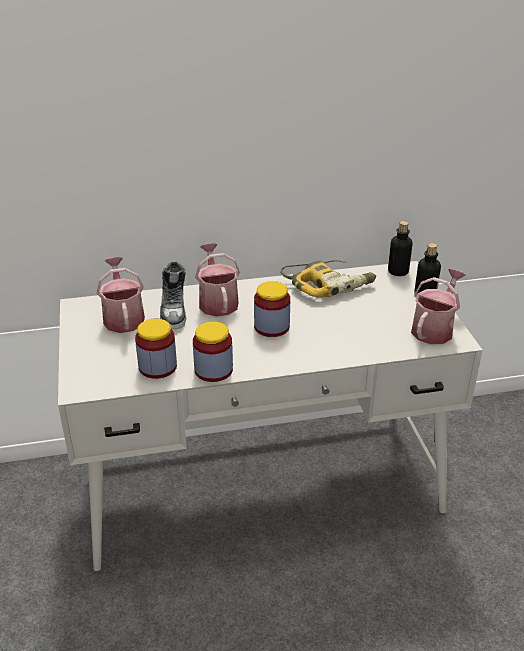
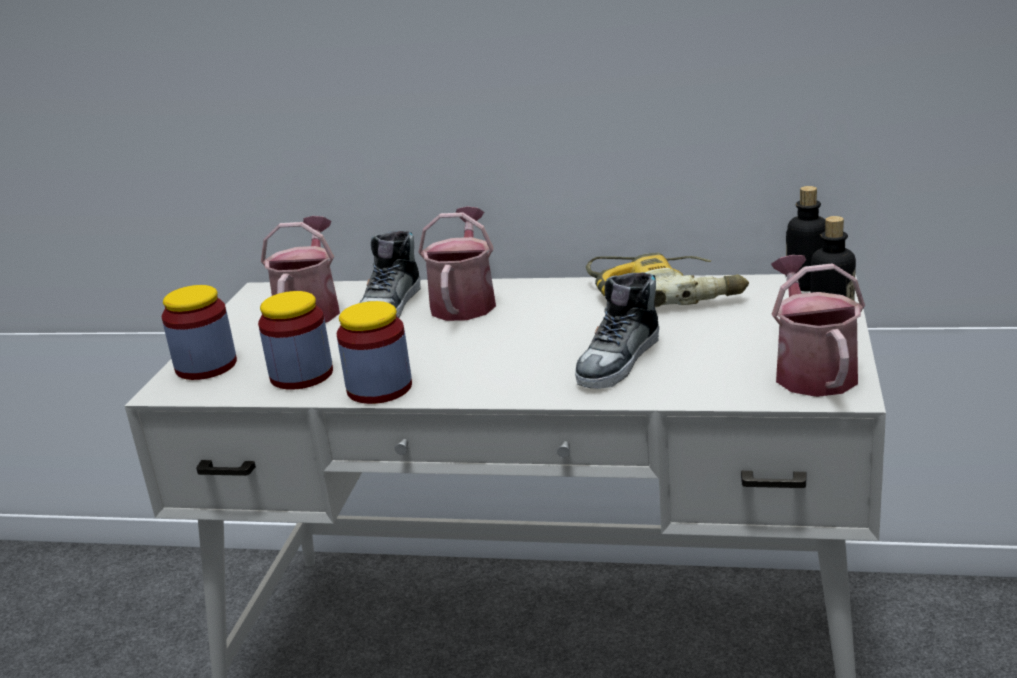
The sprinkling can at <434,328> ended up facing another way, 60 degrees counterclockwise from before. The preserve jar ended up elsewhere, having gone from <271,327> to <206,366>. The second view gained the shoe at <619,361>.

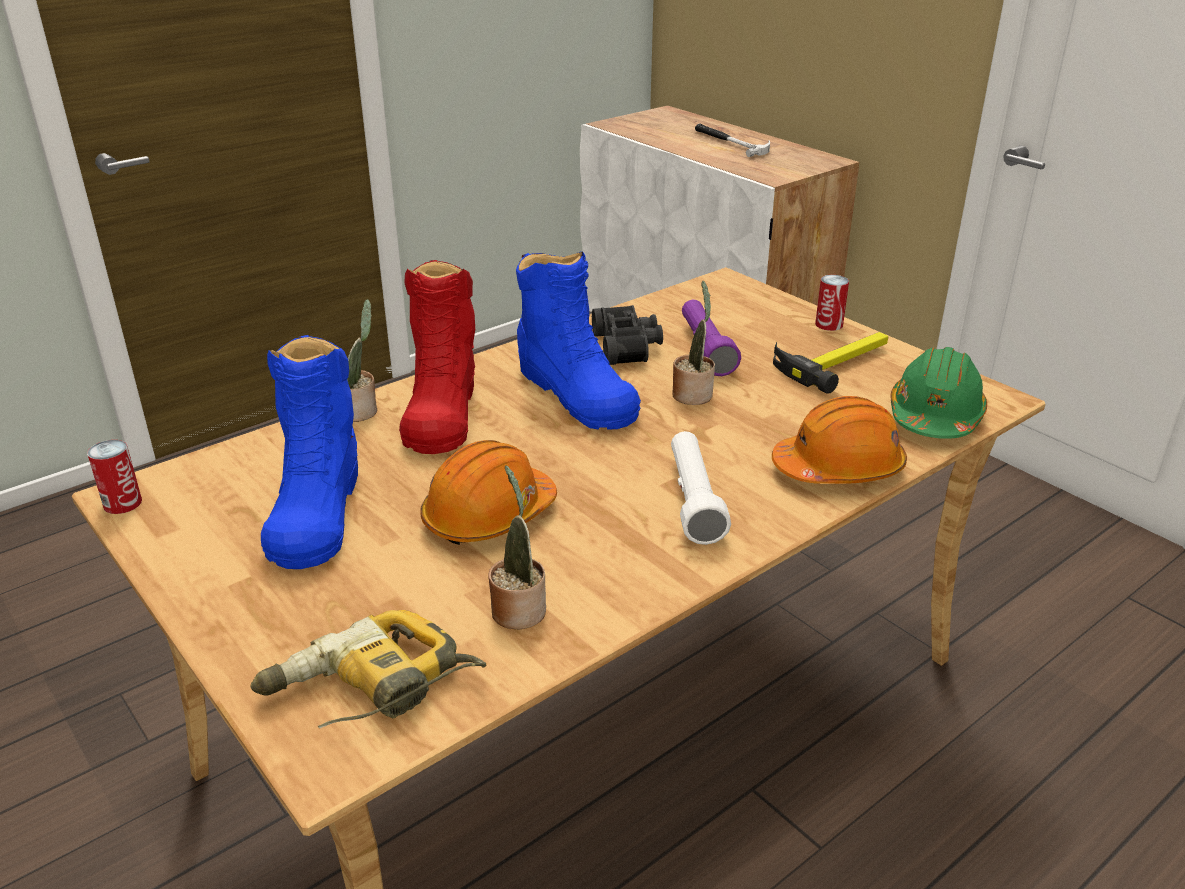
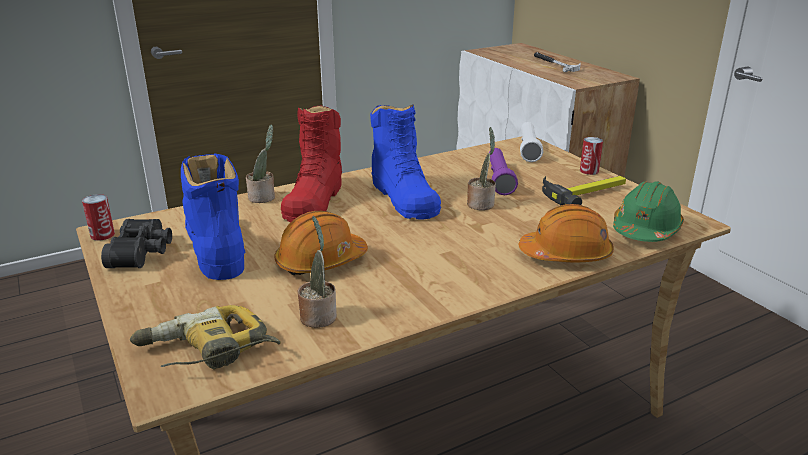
The black-coloured pair of binoculars ended up elsewhere, having gone from <628,346> to <143,253>. The blue-coloured high-top boot at <317,508> ended up facing another way, 150 degrees clockwise from before. The whitish flashlight ended up elsewhere, having gone from <693,500> to <528,149>.

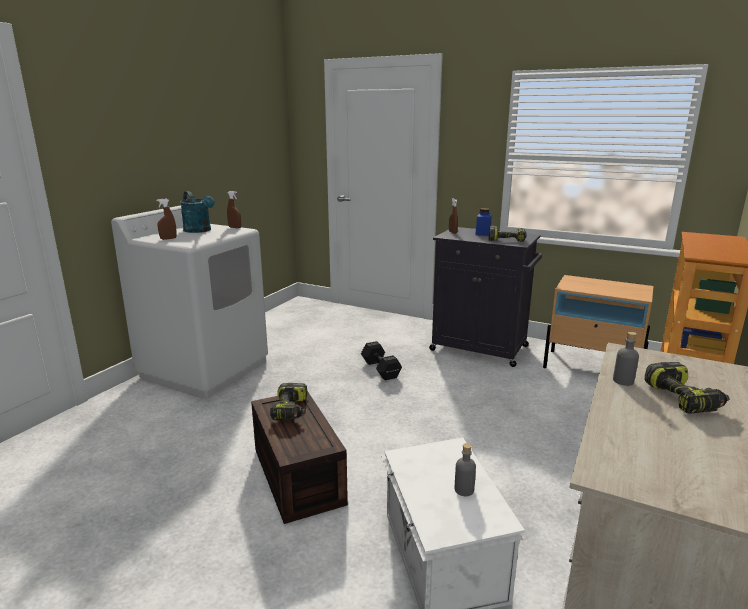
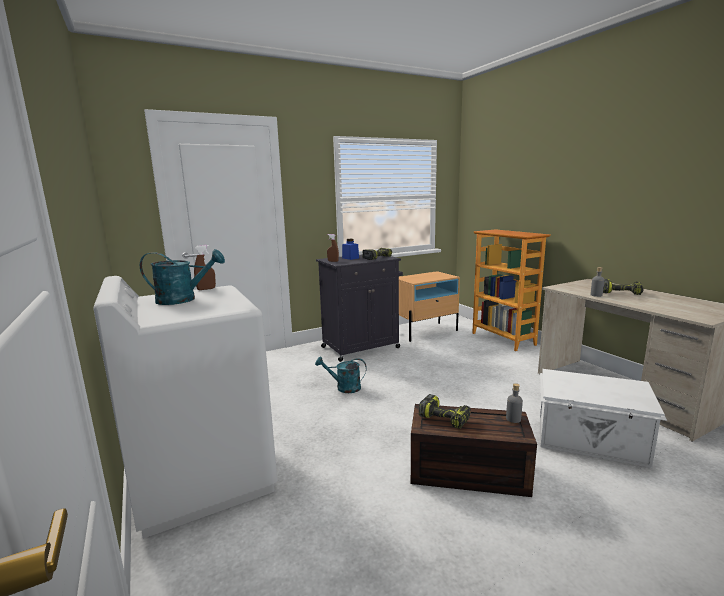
The second view lost the brown spray bottle at <168,238>. Where the black-coloured dumbbell stood at <380,370>, the blue-green sprinkling can came to stand at <344,387>. The greyish beverage bottle ended up elsewhere, having gone from <464,490> to <513,419>.

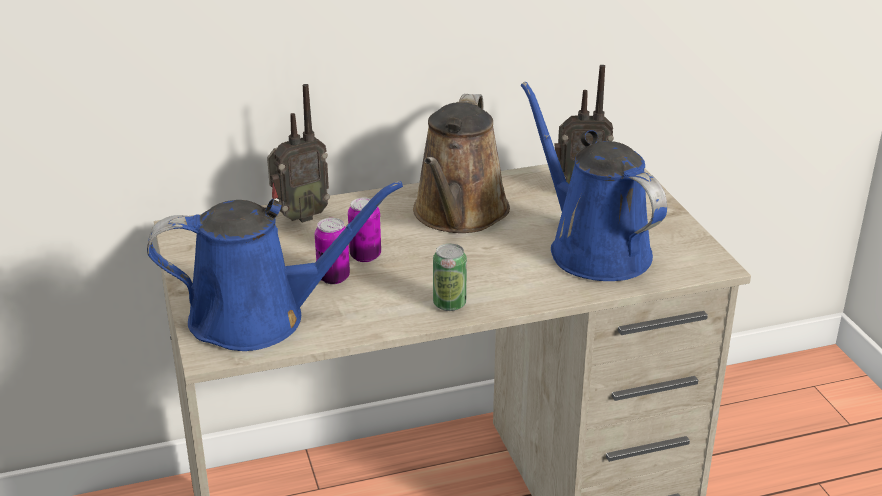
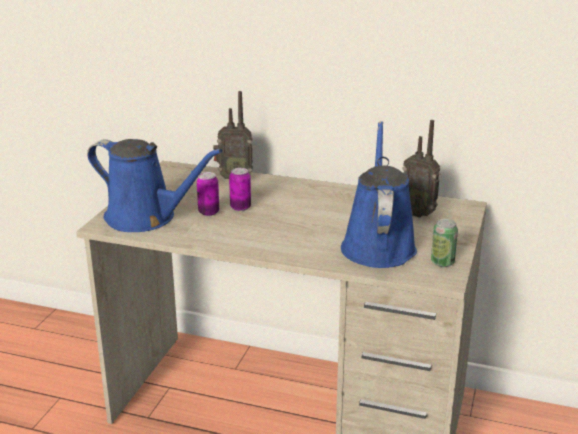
The second view lost the brown sprinkling can at <459,215>. The can ended up elsewhere, having gone from <449,304> to <442,262>.

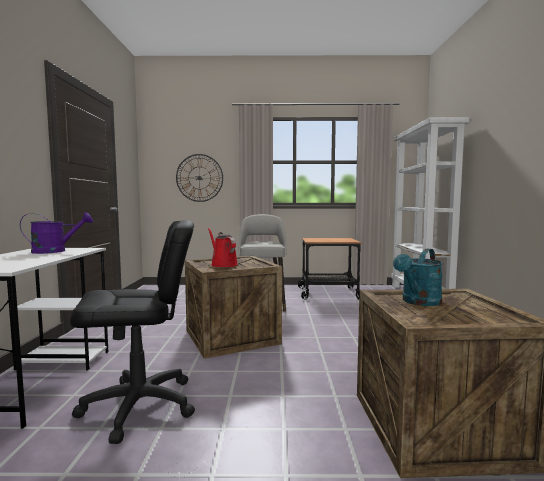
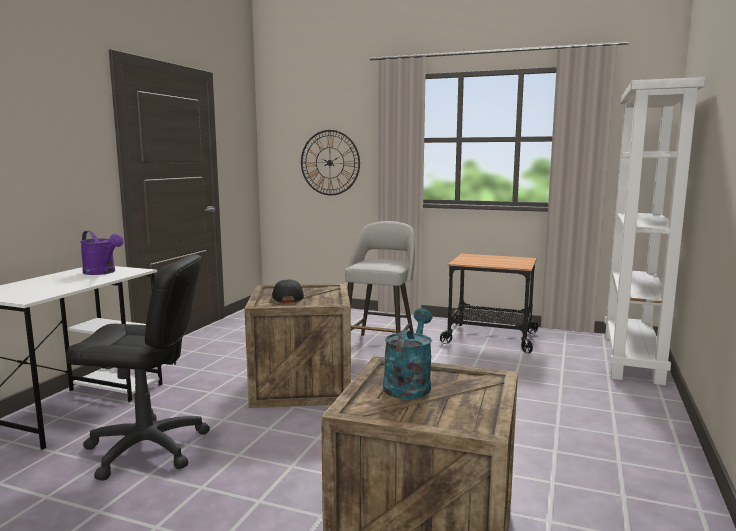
The purple-coloured sprinkling can at <55,251> ended up facing another way, 45 degrees clockwise from before. Where the red-coloured sprinkling can stood at <223,264>, the cap came to stand at <287,296>. The blue-green sprinkling can at <418,302> ended up facing another way, 135 degrees clockwise from before.

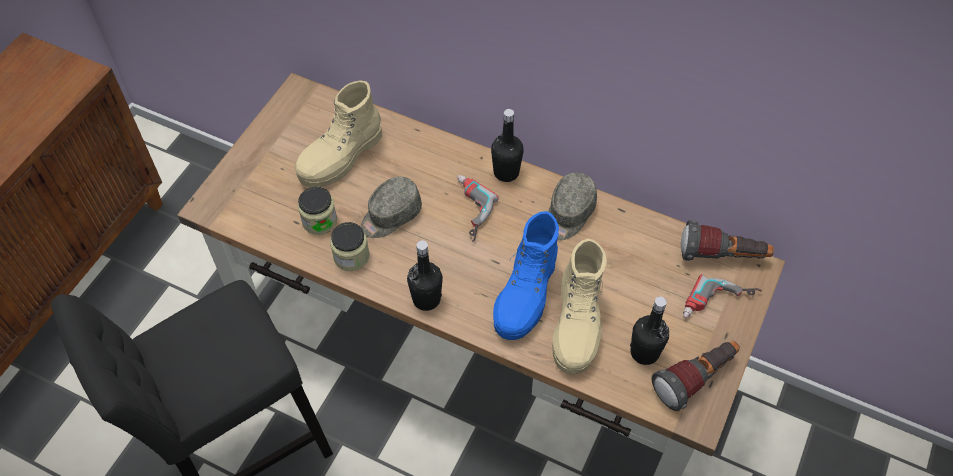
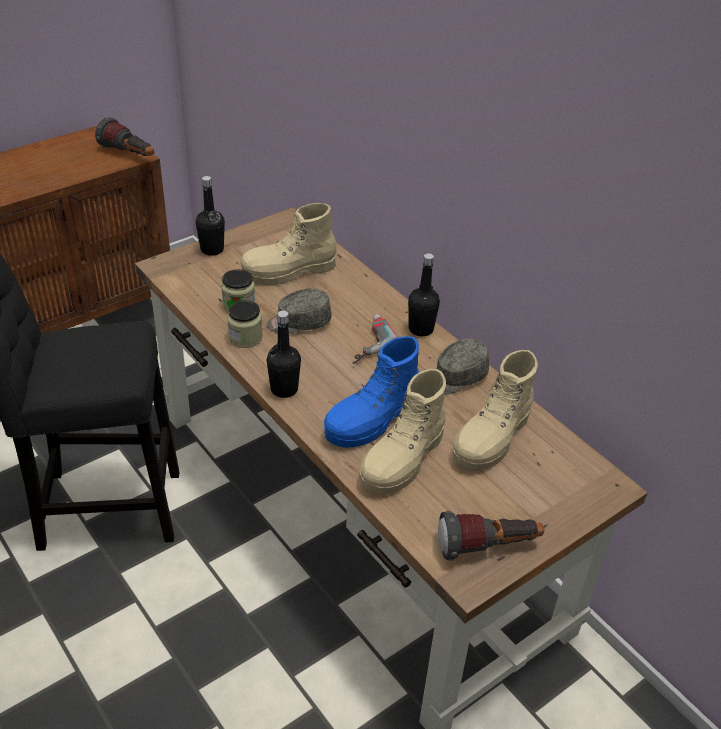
The flashlight ended up elsewhere, having gone from <722,256> to <129,155>. The second view lost the power drill at <719,306>. The black-coloured beverage bottle ended up elsewhere, having gone from <644,352> to <212,249>. The second view gained the beige high-top boot at <491,439>.

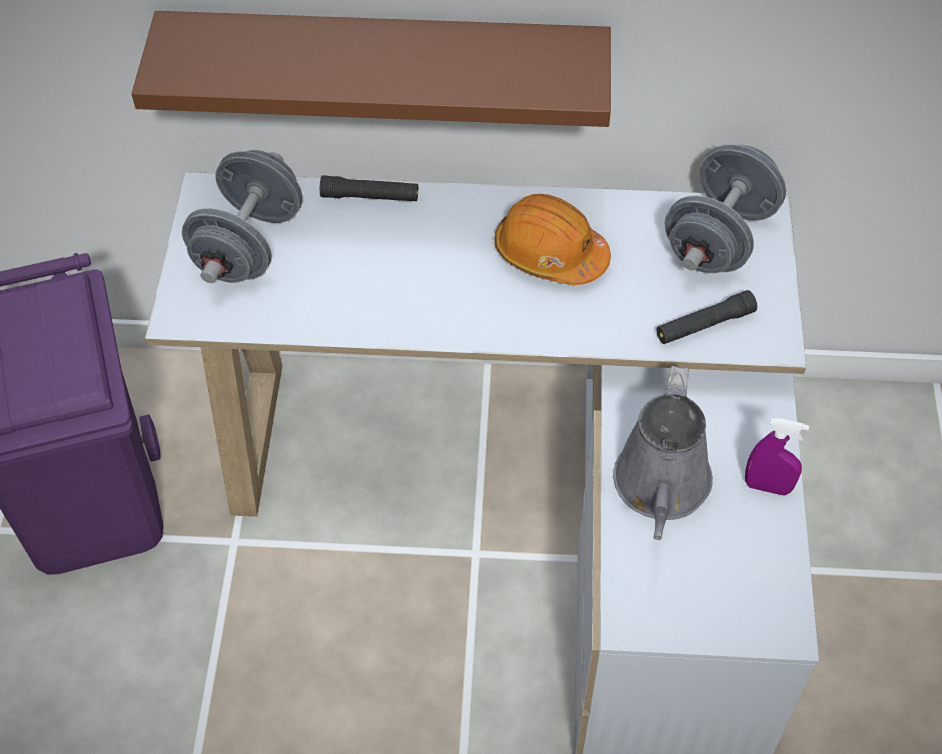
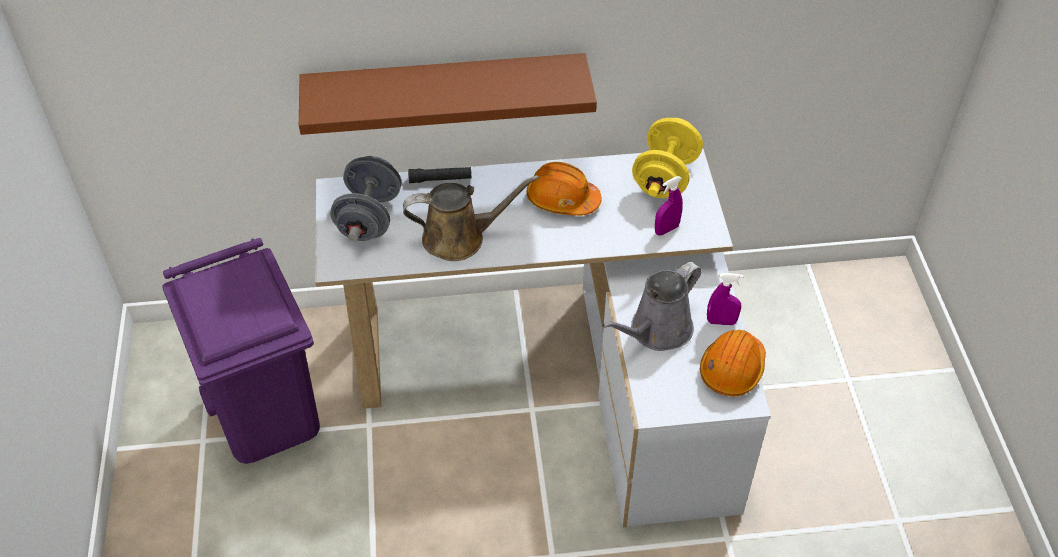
What was the greyish dumbbell at <719,238> turned into the yellow dumbbell at <665,178>. Where the black-coloured flashlight stood at <704,325>, the purple-coloured spray bottle came to stand at <666,229>. The greyish sprinkling can at <661,488> ended up facing another way, 45 degrees clockwise from before. The second view gained the brown sprinkling can at <460,238>. The second view gained the orangey safety helmet at <732,369>.

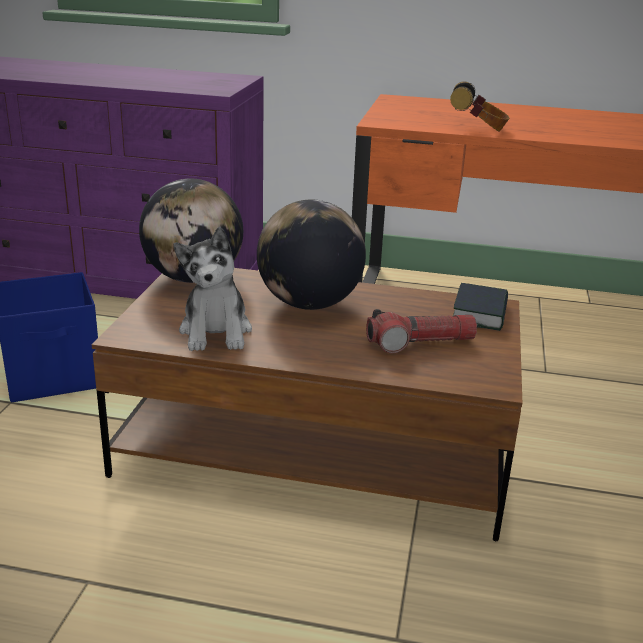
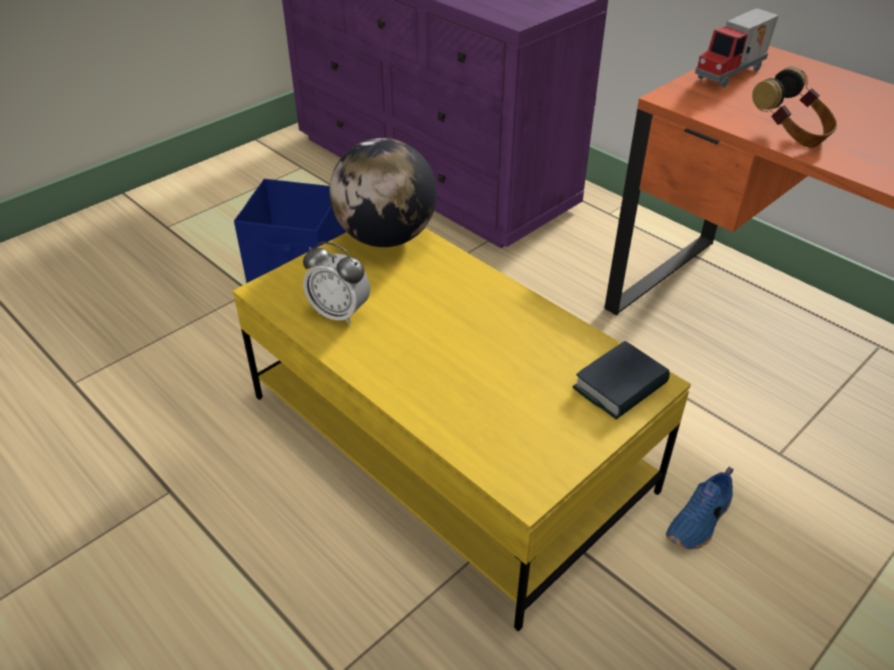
The second view lost the globe at <309,304>. Where the soft toy stood at <216,332>, the alarm clock came to stand at <339,313>. What was the brown lounge table at <317,446> turned into the yellow lounge table at <448,443>. The second view lost the flashlight at <420,343>. The second view gained the toy truck at <732,74>. The second view gained the blue-coloured shoe at <700,522>.

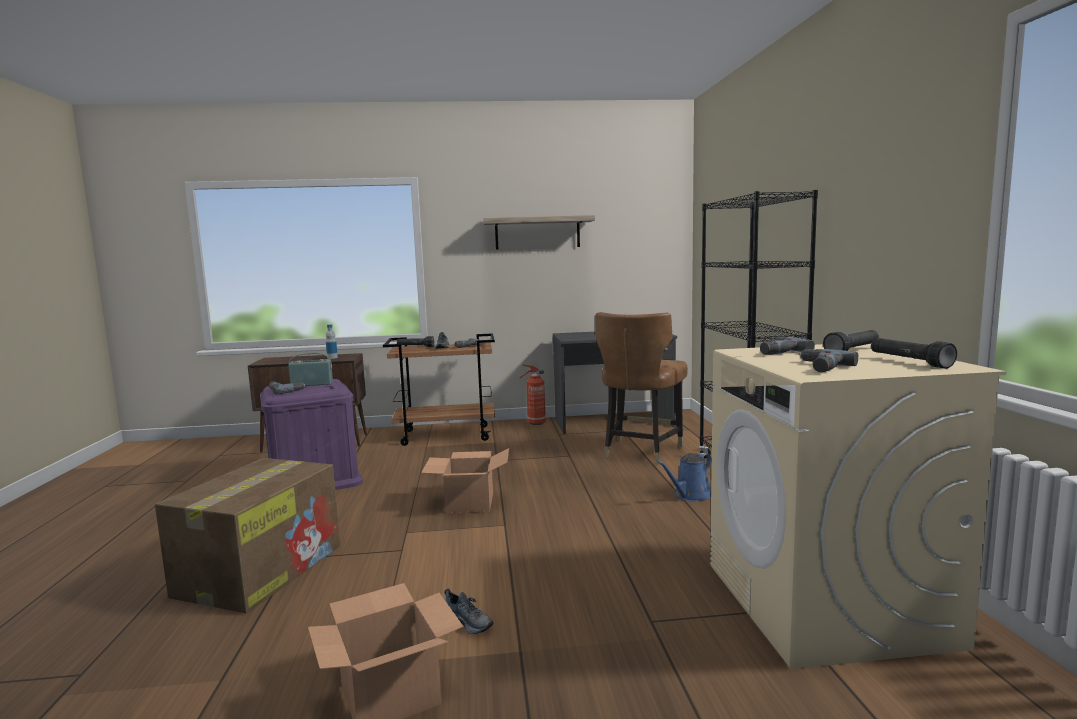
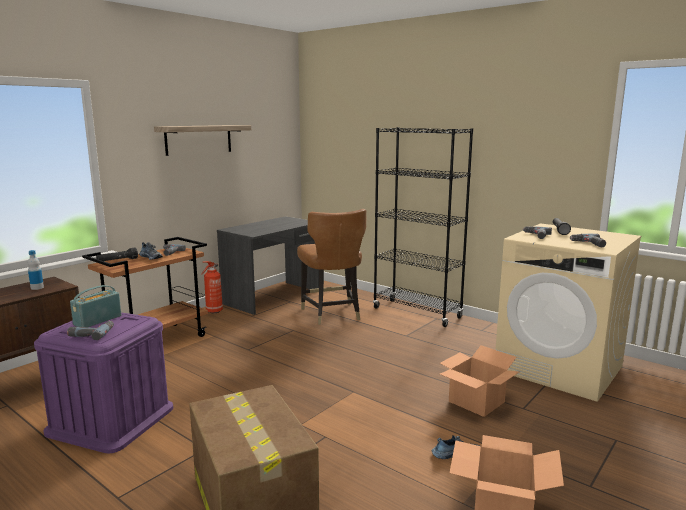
The second view lost the black-coloured flashlight at <909,362>. The packing box ended up elsewhere, having gone from <470,503> to <477,402>. The second view lost the blue-coloured sprinkling can at <690,495>.

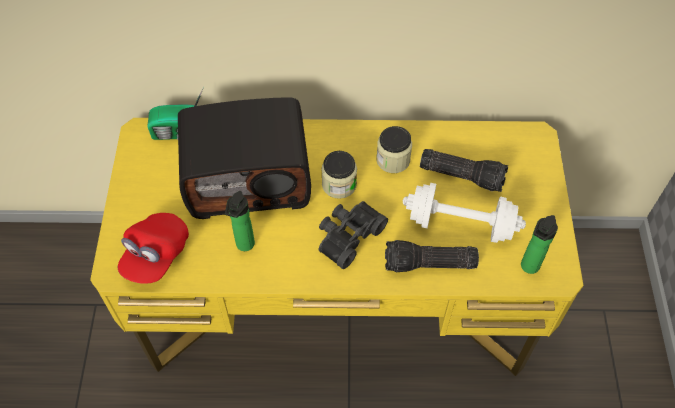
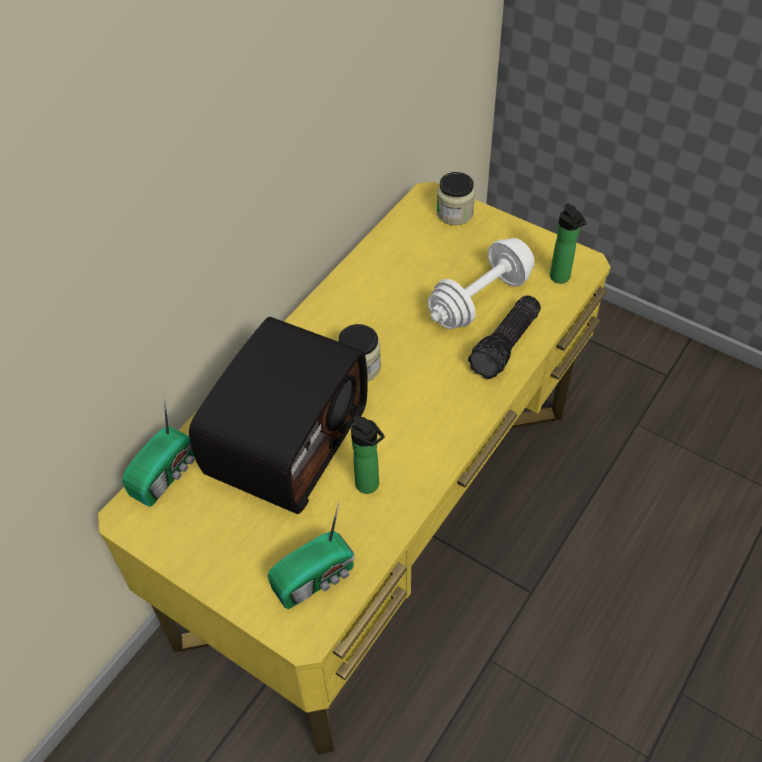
The preserve jar ended up elsewhere, having gone from <393,160> to <455,213>. The second view lost the flashlight at <463,175>. The second view lost the black-coloured pair of binoculars at <347,235>. Where the red-coloured cap stood at <156,255>, the radio came to stand at <316,578>.

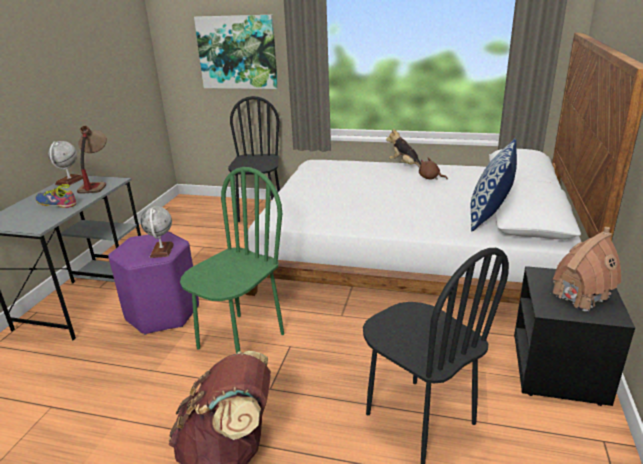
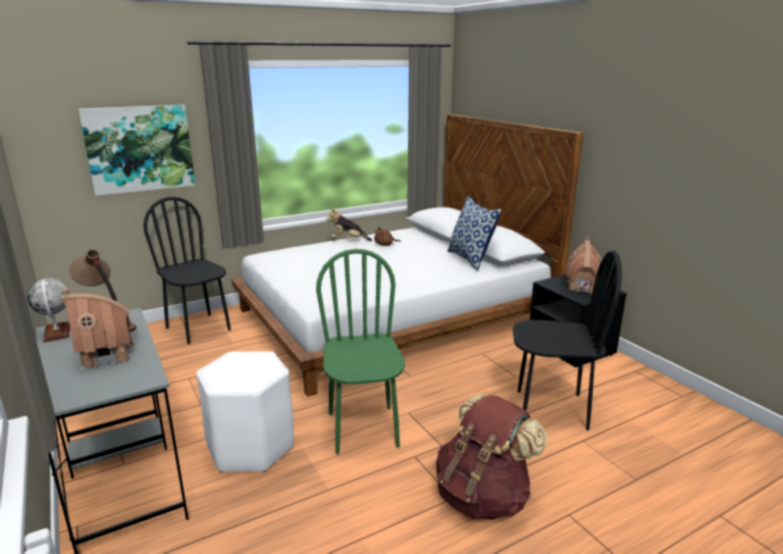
Where the shoe stood at <56,203>, the miniature house came to stand at <106,355>. The second view lost the globe at <162,250>. What was the purple-coloured sitting stool at <163,313> turned into the whitish sitting stool at <251,447>.

